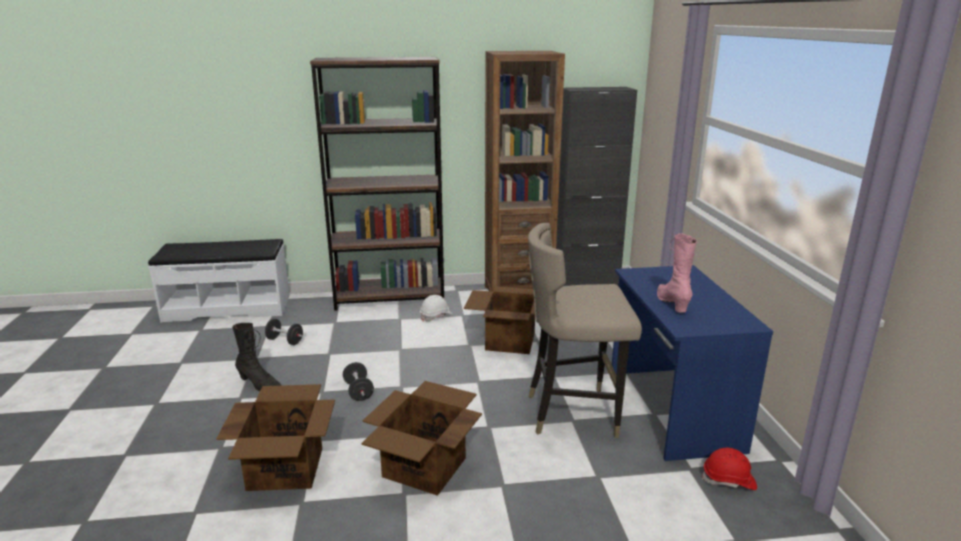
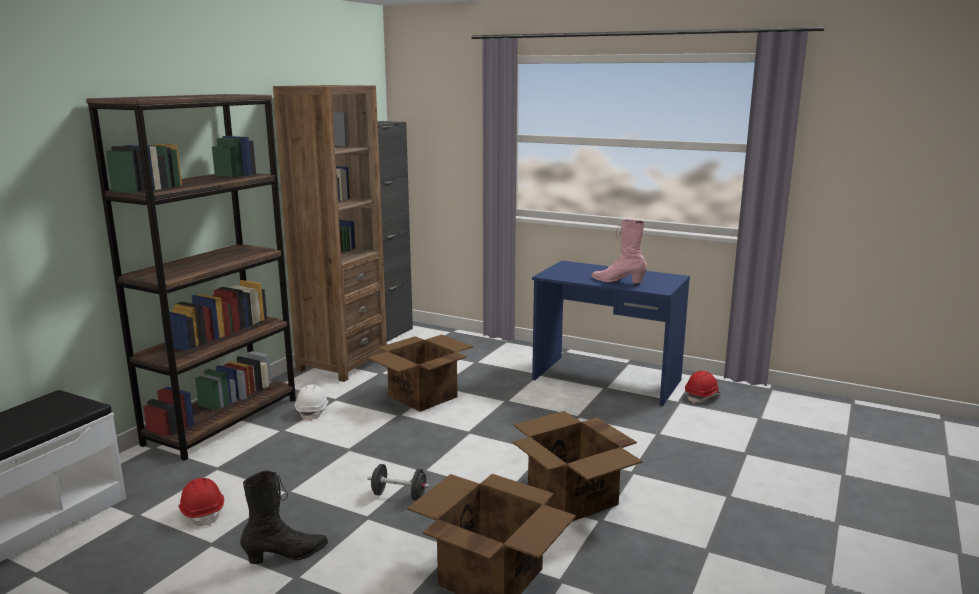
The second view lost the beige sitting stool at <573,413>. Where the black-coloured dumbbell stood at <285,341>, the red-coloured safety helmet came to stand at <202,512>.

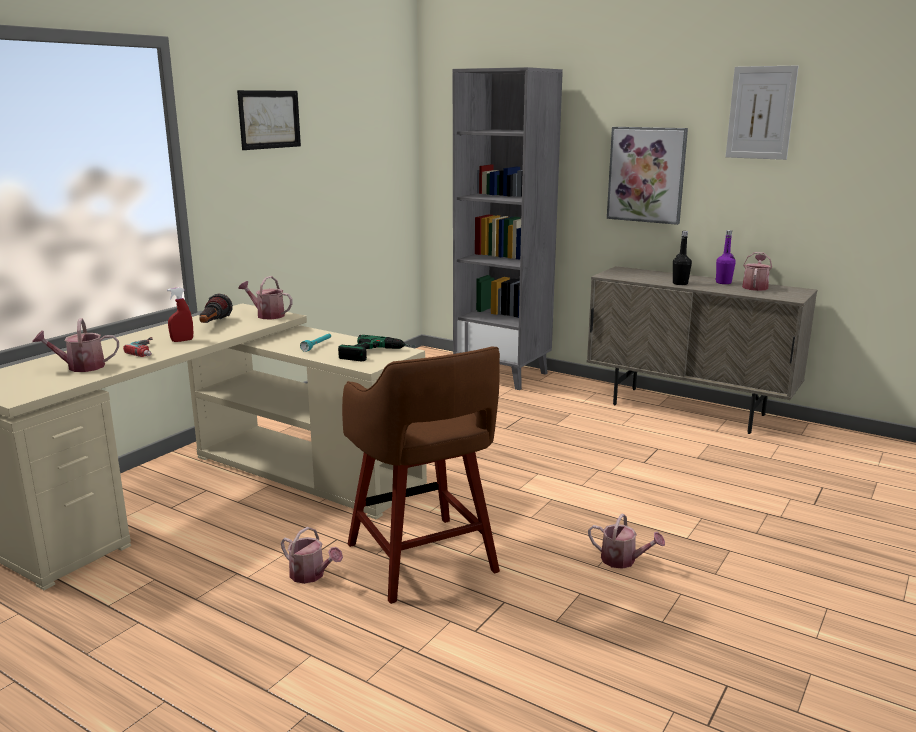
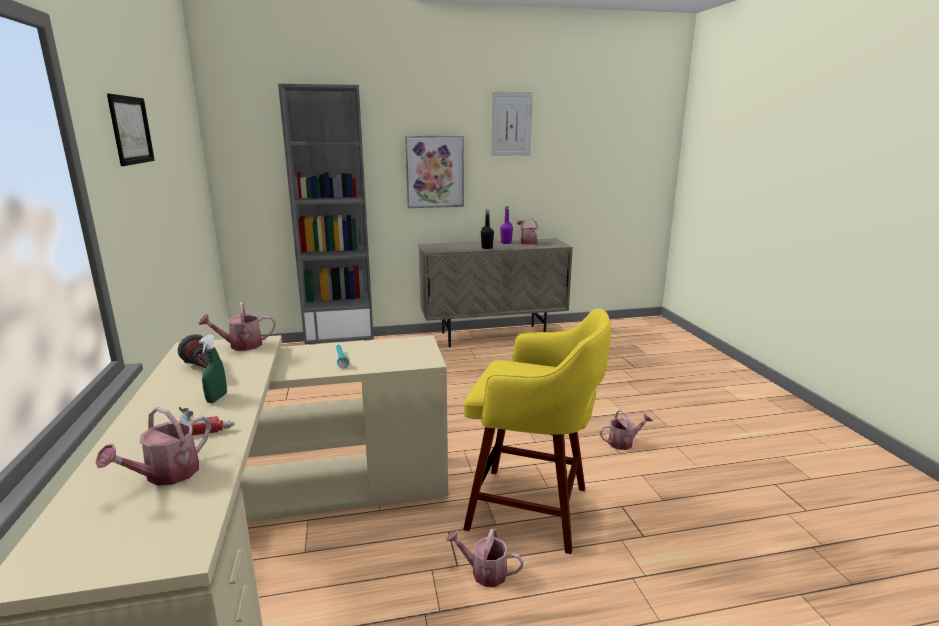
What was the red-coloured spray bottle at <182,340> turned into the green spray bottle at <217,398>. The second view lost the power drill at <378,354>. What was the brown sitting stool at <423,560> turned into the yellow sitting stool at <532,509>. The sprinkling can at <311,575> ended up facing another way, 150 degrees counterclockwise from before.

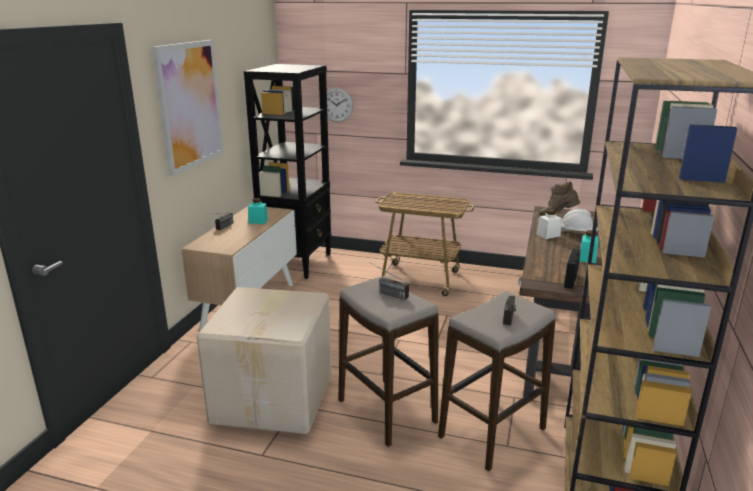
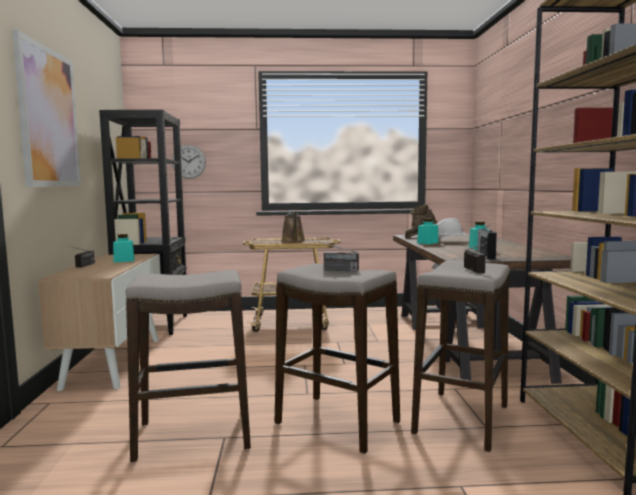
What was the whitish preserve jar at <548,235> turned into the blue-green preserve jar at <427,243>. Where the packing box stood at <275,398>, the sitting stool came to stand at <193,436>. The second view gained the brown sprinkling can at <293,241>.

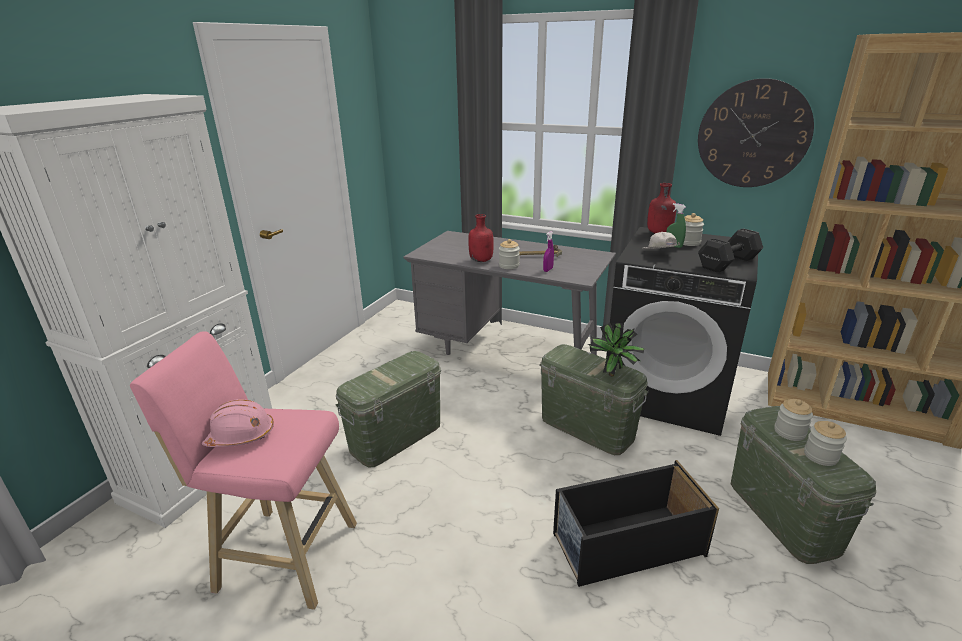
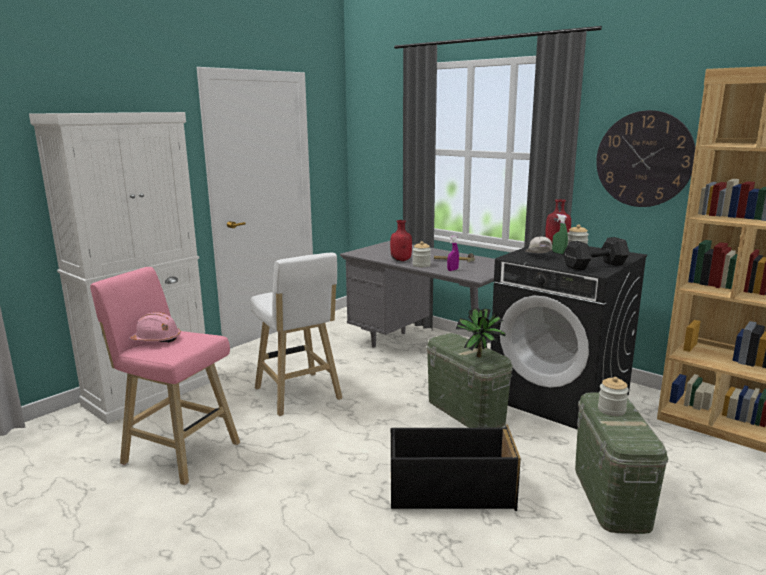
Where the green storage box stood at <396,437>, the whitish sitting stool came to stand at <299,395>. The second view lost the preserve jar at <820,456>.

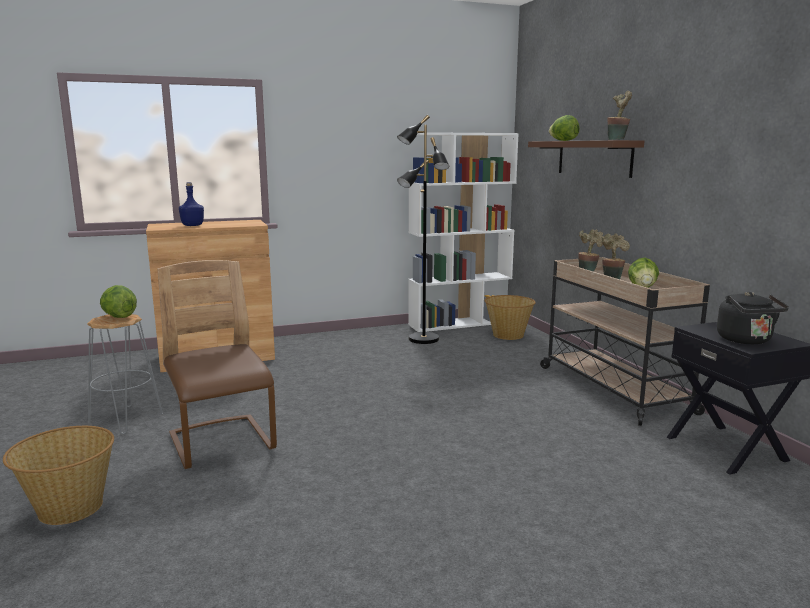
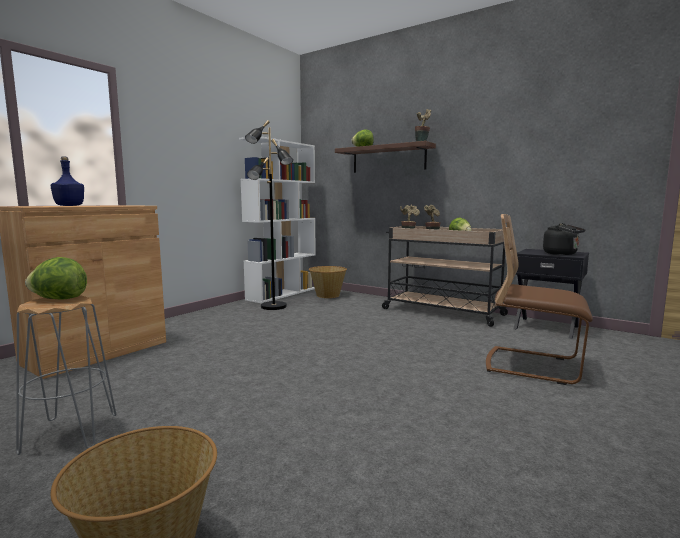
The brown upright chair ended up elsewhere, having gone from <222,443> to <533,366>.

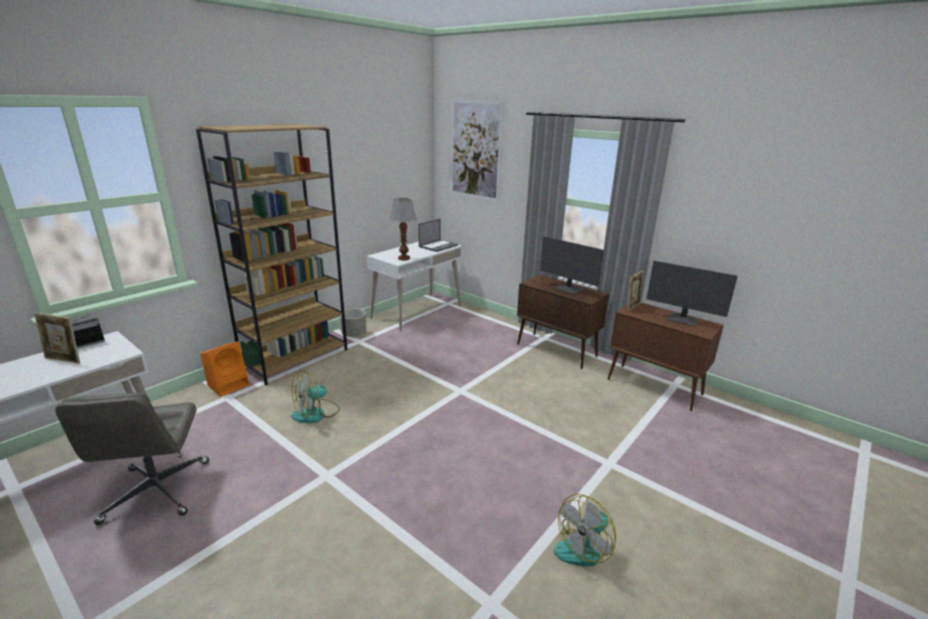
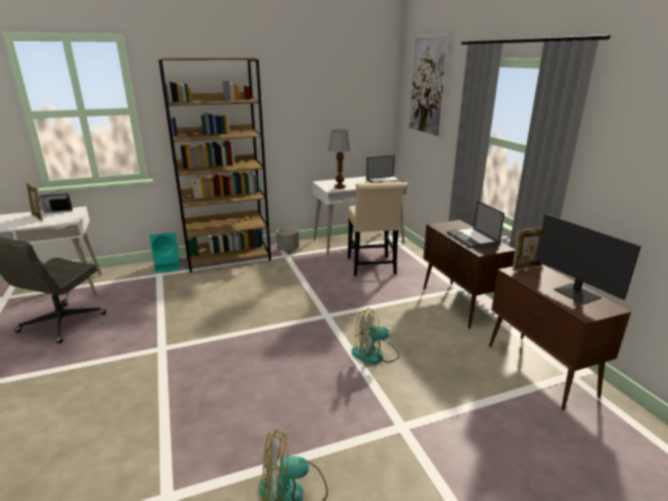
Where the computer screen stood at <569,289>, the laptop came to stand at <473,238>. What was the orangey speaker at <229,385> turned into the blue-green speaker at <168,266>. The fan ended up elsewhere, having gone from <316,413> to <375,354>. The second view gained the beige upright chair at <372,267>.

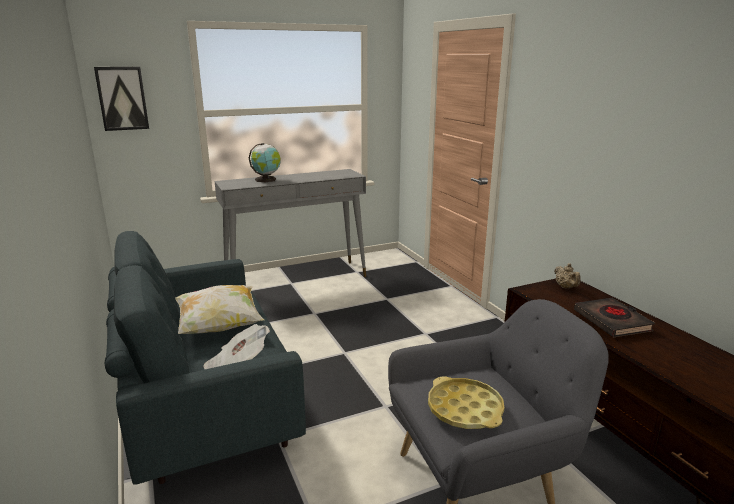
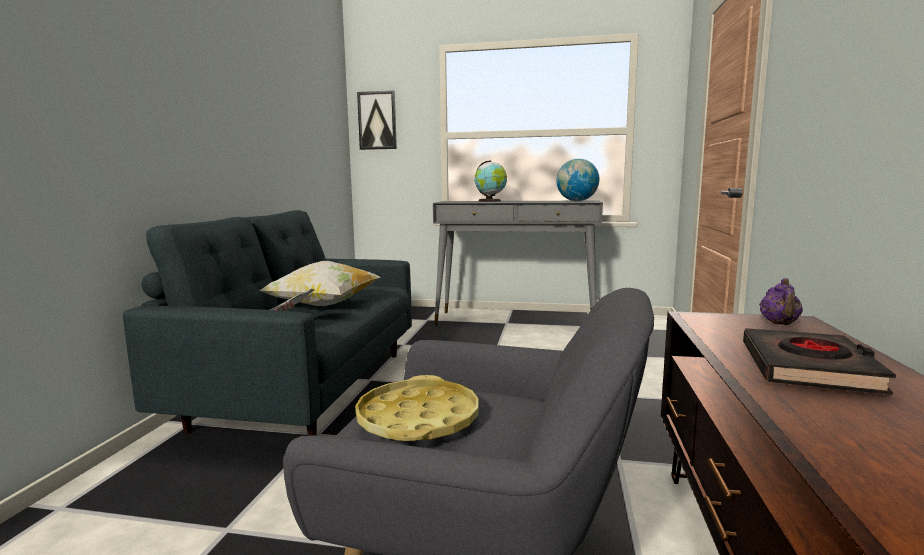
What was the beige tea pot at <566,287> turned into the purple-coloured tea pot at <779,324>. The second view gained the globe at <577,201>.

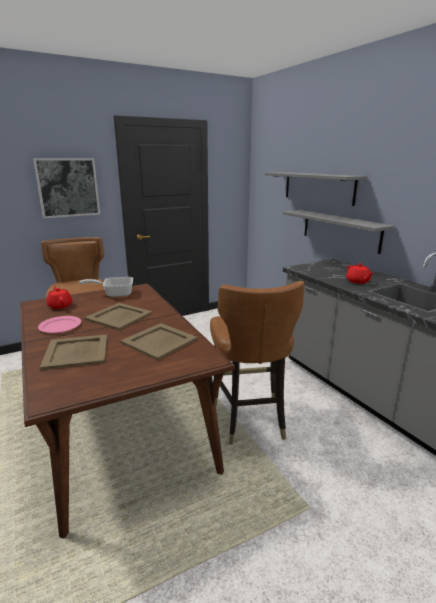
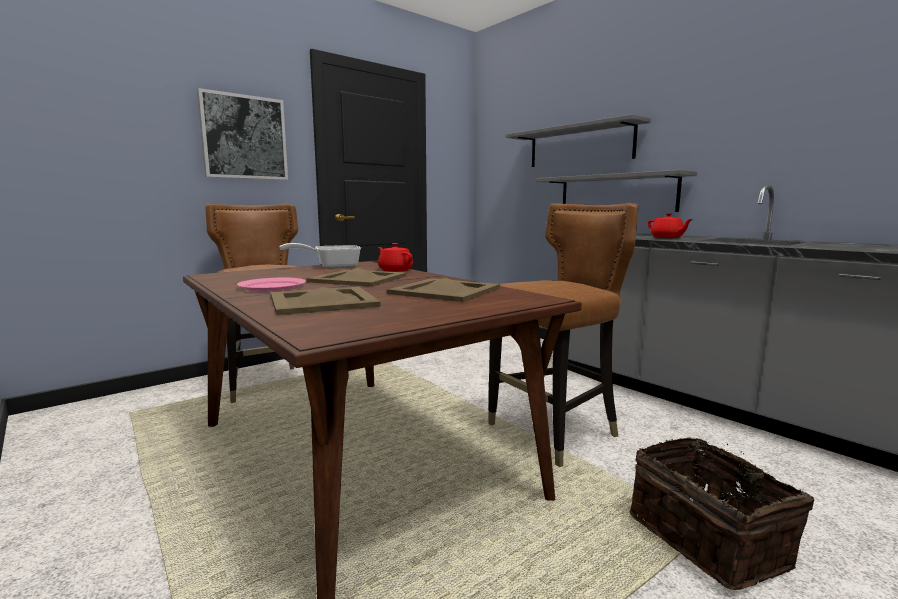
The brown upright chair at <249,419> ended up facing another way, 105 degrees counterclockwise from before. The red-coloured tea pot ended up elsewhere, having gone from <60,305> to <395,270>. The second view gained the household basket at <710,539>.

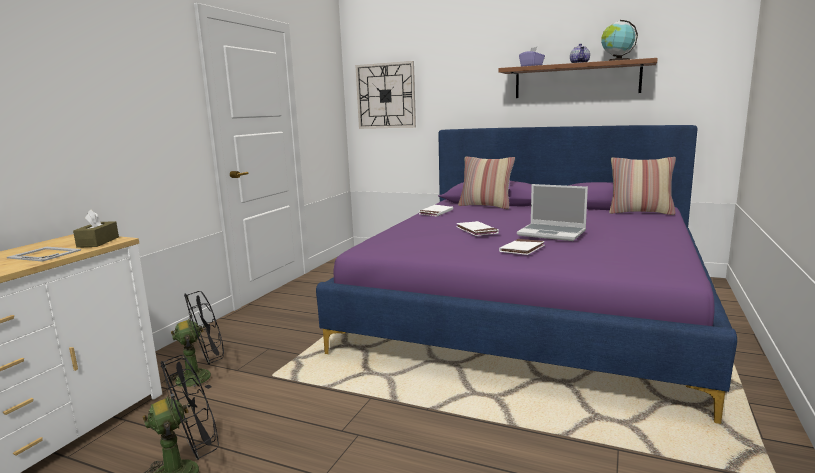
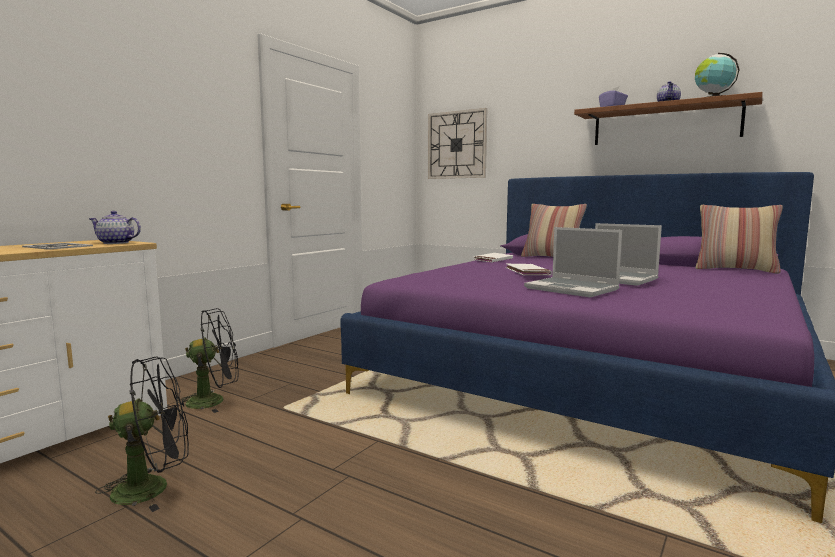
Where the brown box of tissues stood at <98,242>, the tea pot came to stand at <116,243>. Where the whitish book stood at <522,249>, the laptop came to stand at <572,289>.

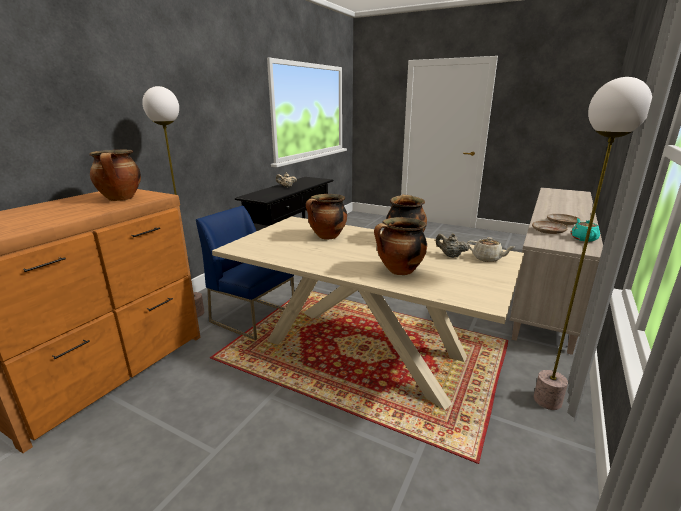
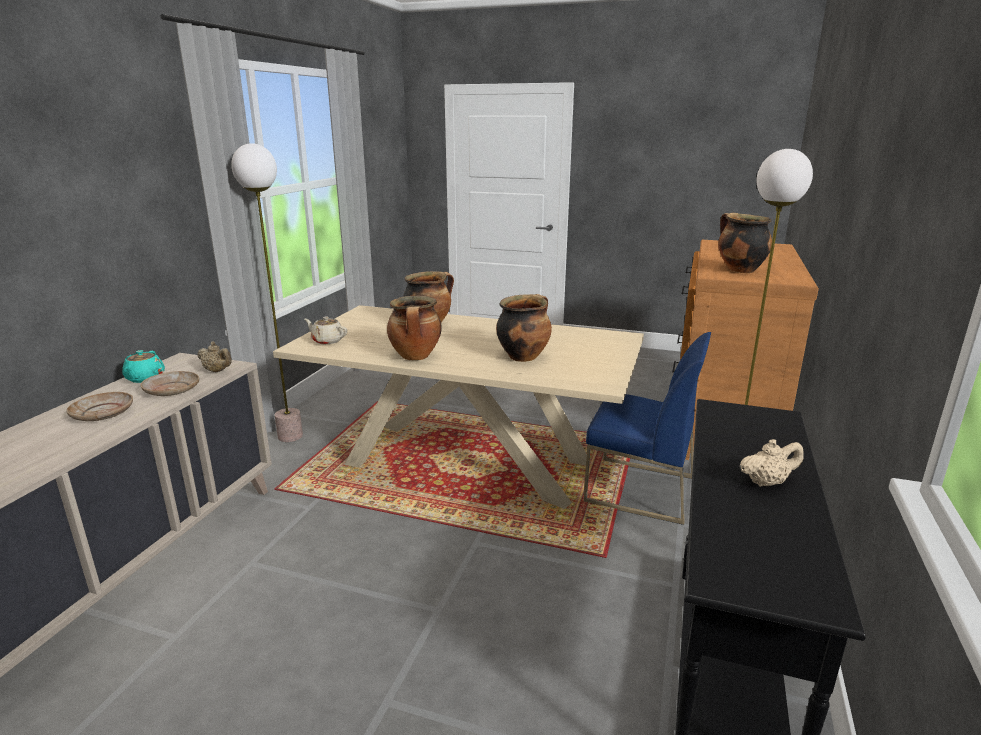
The beige tea pot ended up elsewhere, having gone from <450,256> to <217,371>.

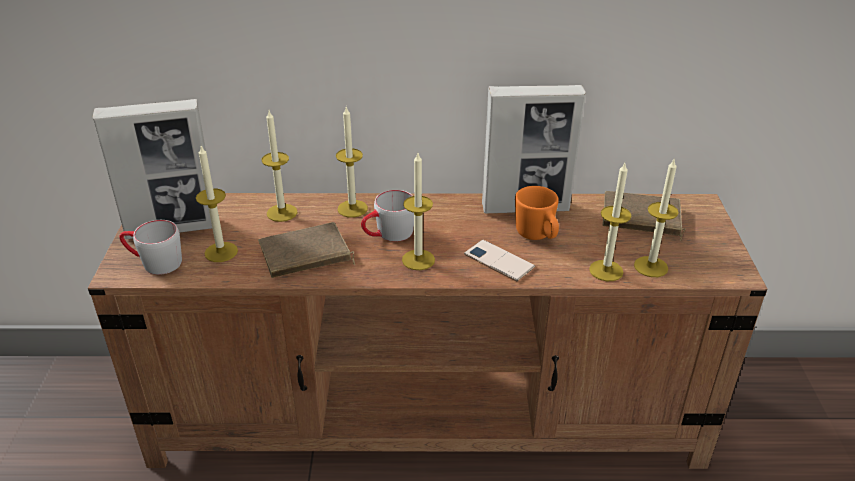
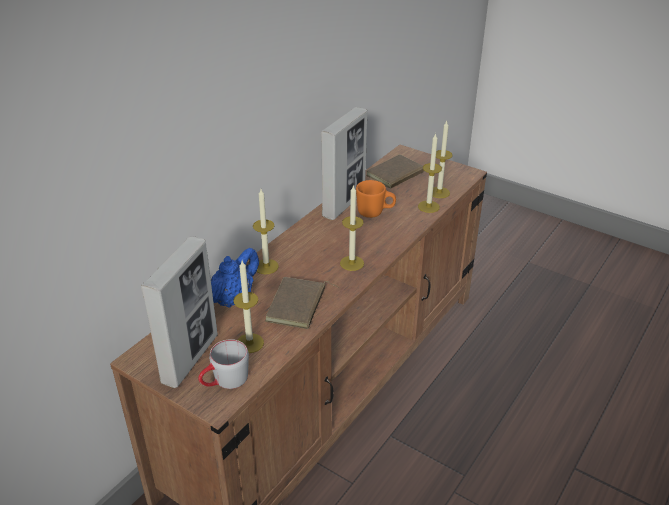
Where the wax candle stood at <282,213>, the blue-coloured tea pot came to stand at <233,298>. The second view lost the greyish mug at <388,235>. The second view lost the phone at <499,261>.

